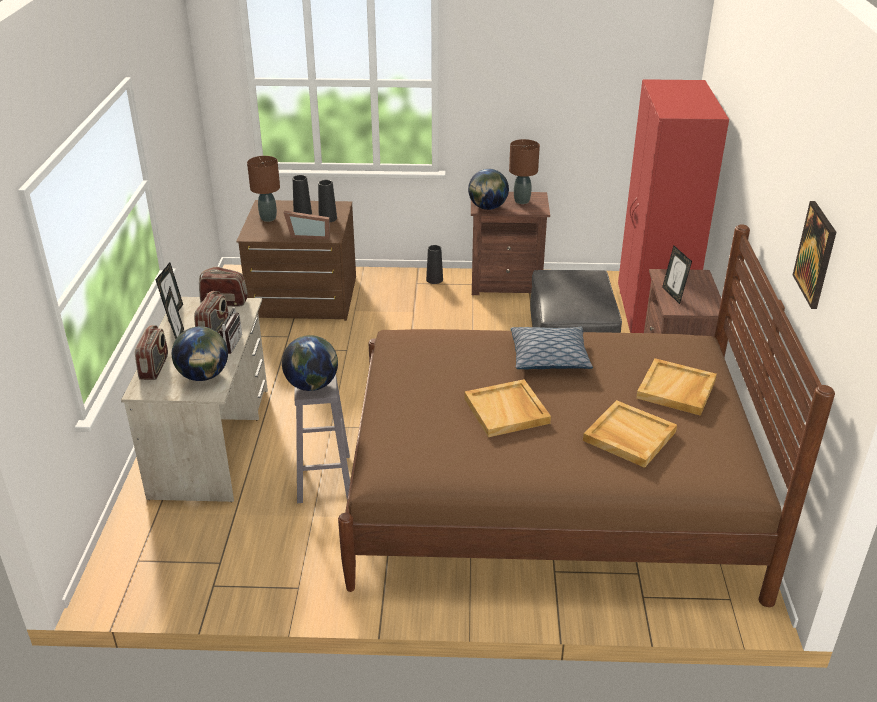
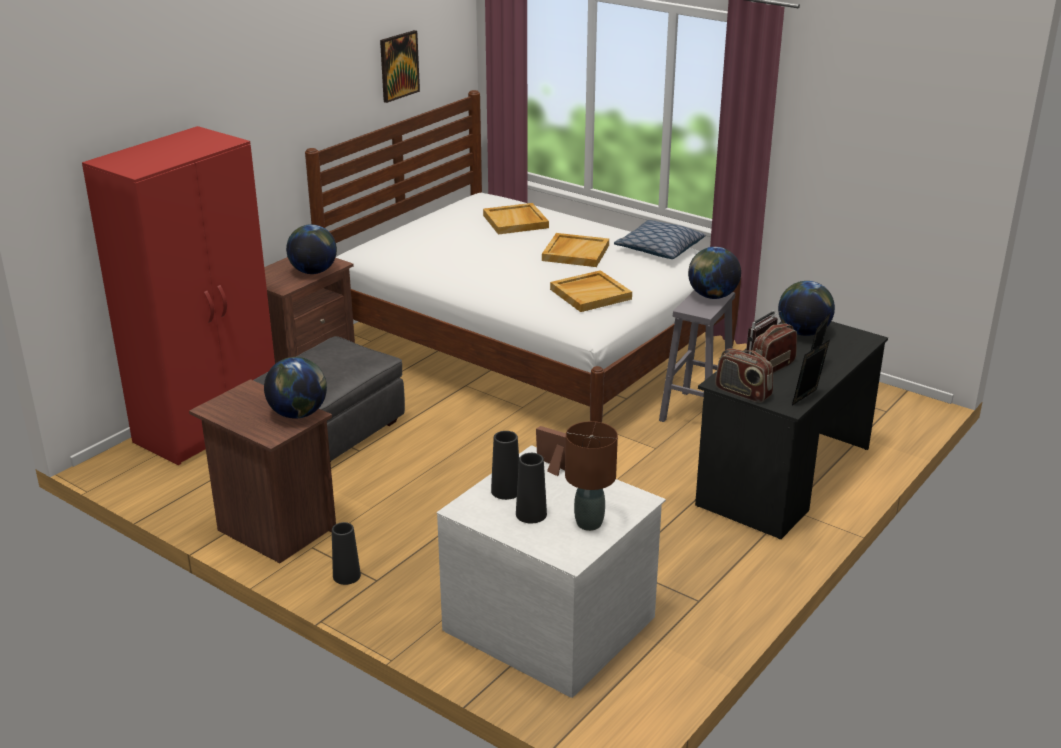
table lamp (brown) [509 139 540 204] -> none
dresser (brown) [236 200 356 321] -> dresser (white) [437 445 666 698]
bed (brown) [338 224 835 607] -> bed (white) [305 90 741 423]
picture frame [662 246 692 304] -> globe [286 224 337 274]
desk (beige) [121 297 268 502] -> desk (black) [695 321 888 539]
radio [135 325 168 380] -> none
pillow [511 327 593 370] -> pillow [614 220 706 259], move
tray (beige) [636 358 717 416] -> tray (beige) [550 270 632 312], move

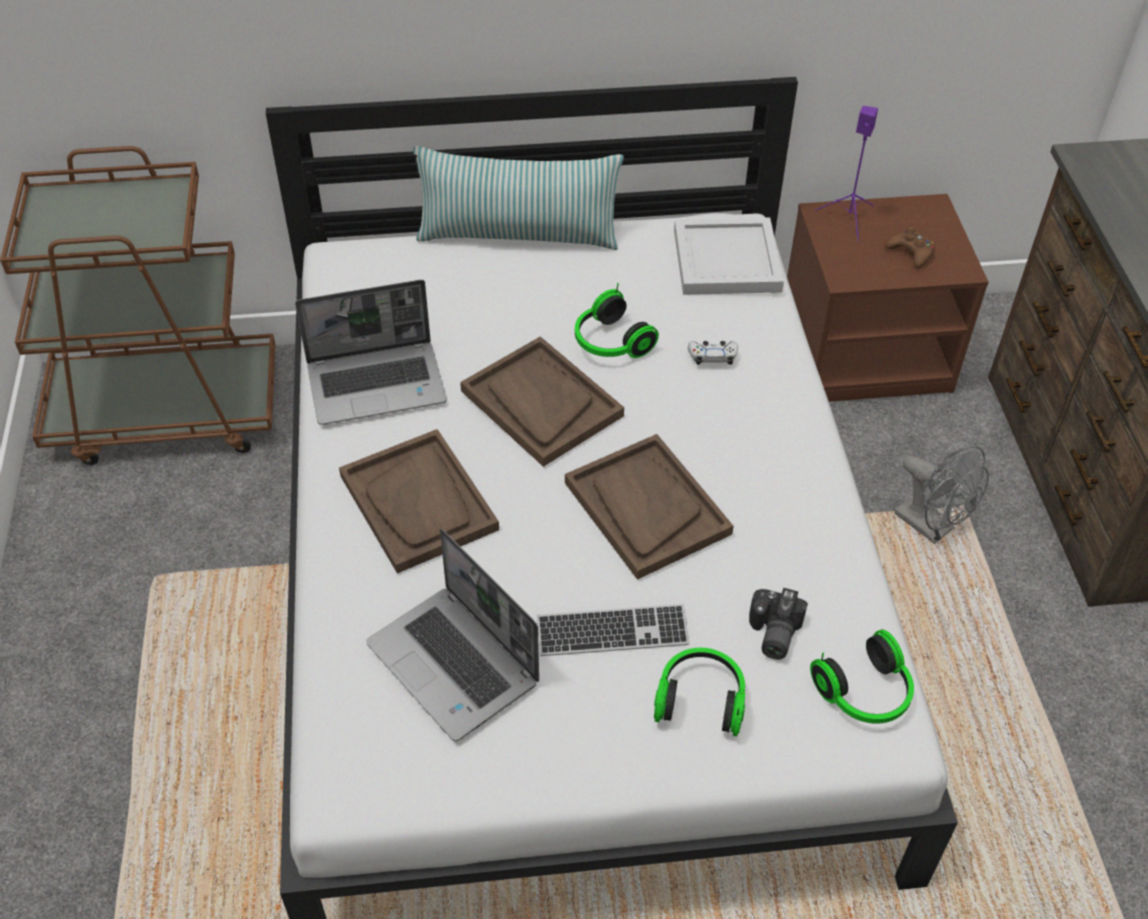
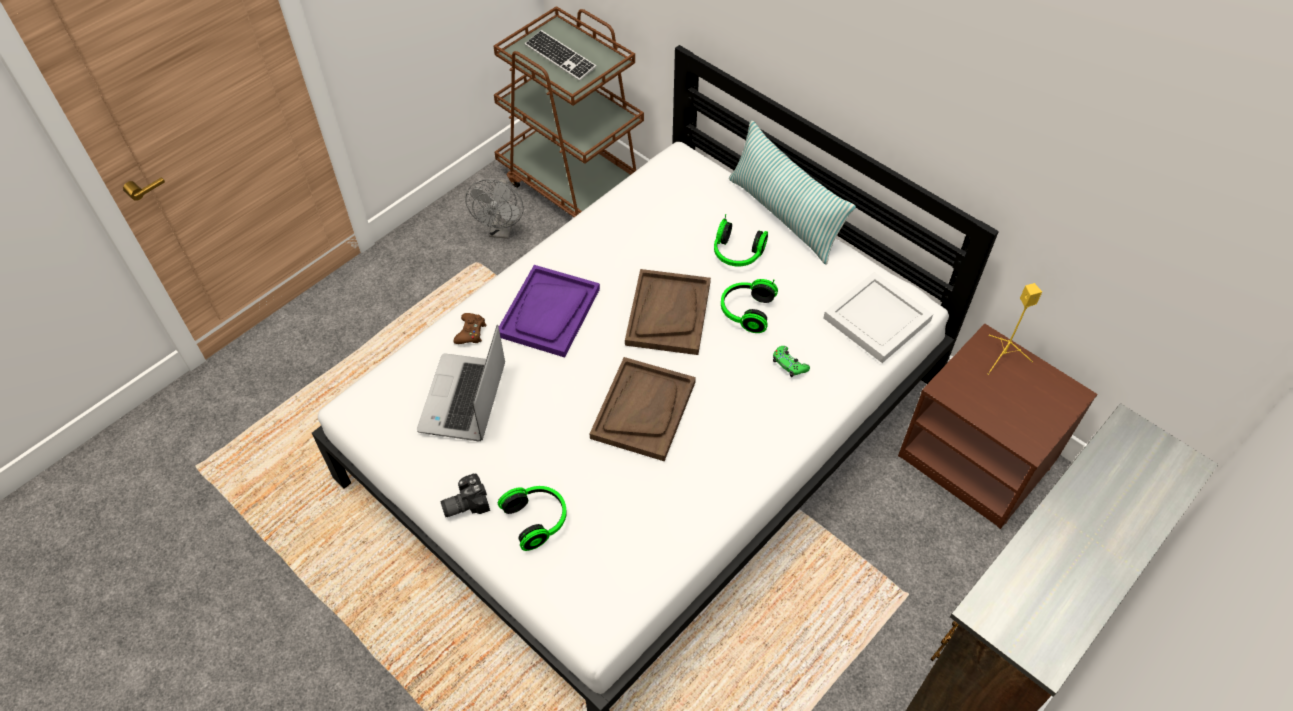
speaker (purple) [815 106 878 241] -> speaker (yellow) [988 283 1042 375]
game controller (brown) [885 227 935 268] -> game controller (brown) [453 313 486 344], move
laptop [295 280 447 425] -> none
game controller (white) [688 341 738 365] -> game controller (green) [773 346 810 377]
tray (brown) [339 429 499 574] -> tray (purple) [499 265 600 358]
fan (grey) [894 446 989 544] -> fan (grey) [465 179 524 239], move
photo camera [749 588 808 660] -> photo camera [440 474 490 517], move
keyboard [537 604 689 656] -> keyboard [525 30 596 81], move
headphones [810 629 914 724] -> headphones [714 214 768 266], move

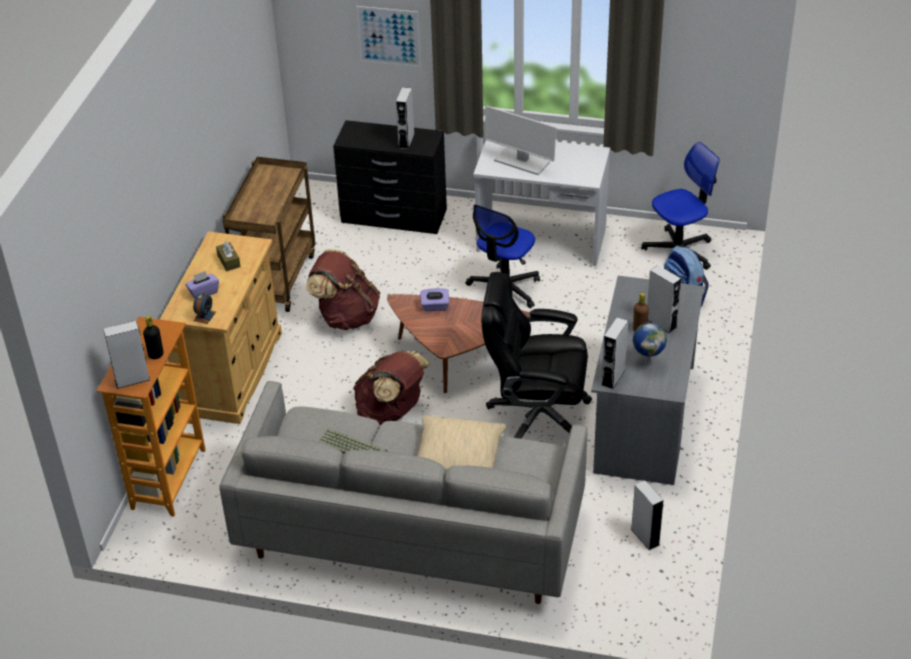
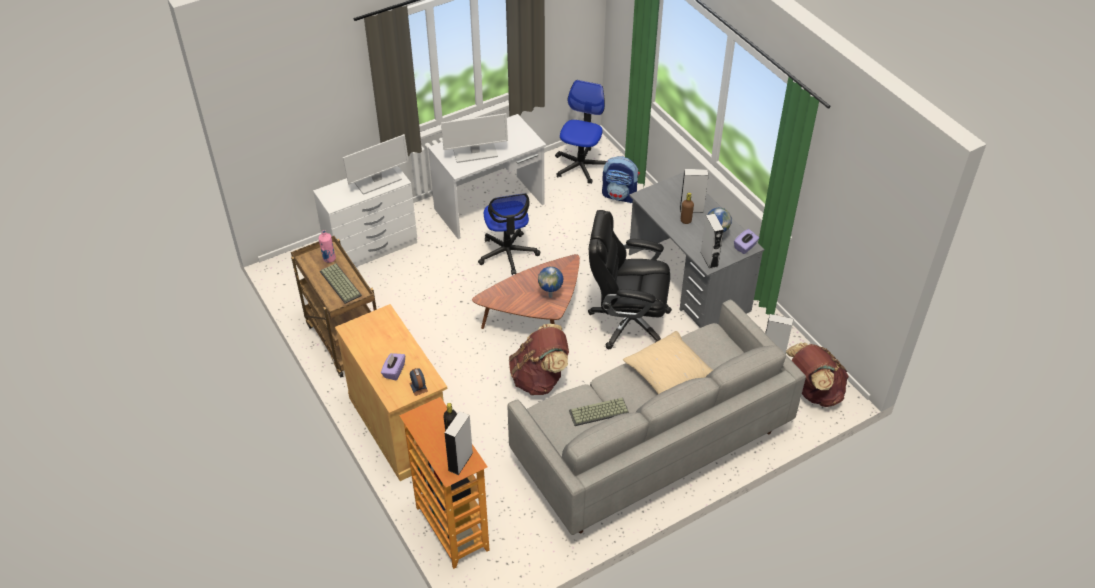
picture [356 6 421 67] -> none
speaker (grey) [396 87 415 149] -> monitor [343 134 409 195]
dresser (black) [333 120 447 234] -> dresser (white) [313 166 417 267]
tissue box (brown) [216 241 241 271] -> none
backpack (brown) [306 249 380 330] -> backpack (brown) [786 342 849 407], move
office chair (black) [481 272 592 439] -> office chair (black) [588 210 672 349], 45 degrees clockwise
tissue box (purple) [420 288 449 311] -> tissue box (purple) [734 229 759 254], move
none -> bottle (pink) [318 230 336 263]
none -> keyboard [320 264 362 304]
none -> globe [538 266 563 298]

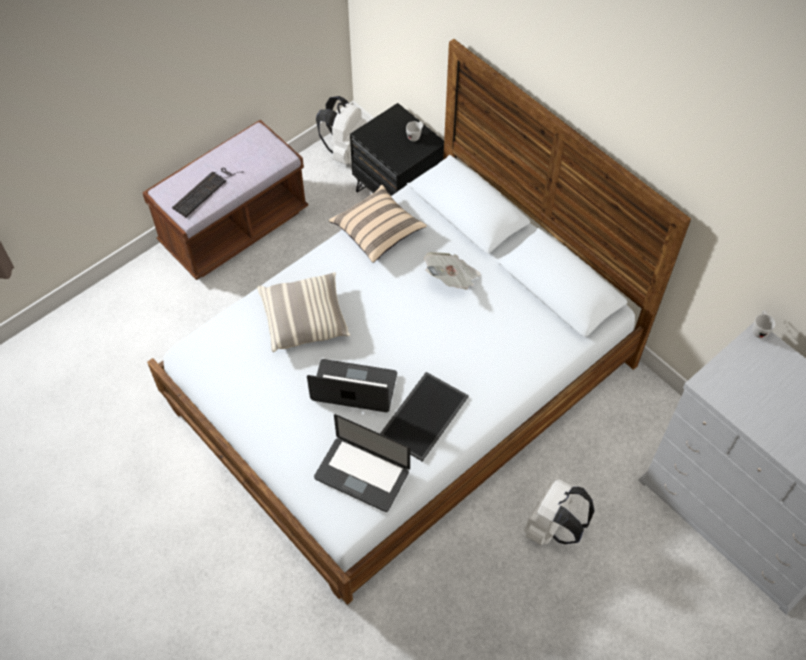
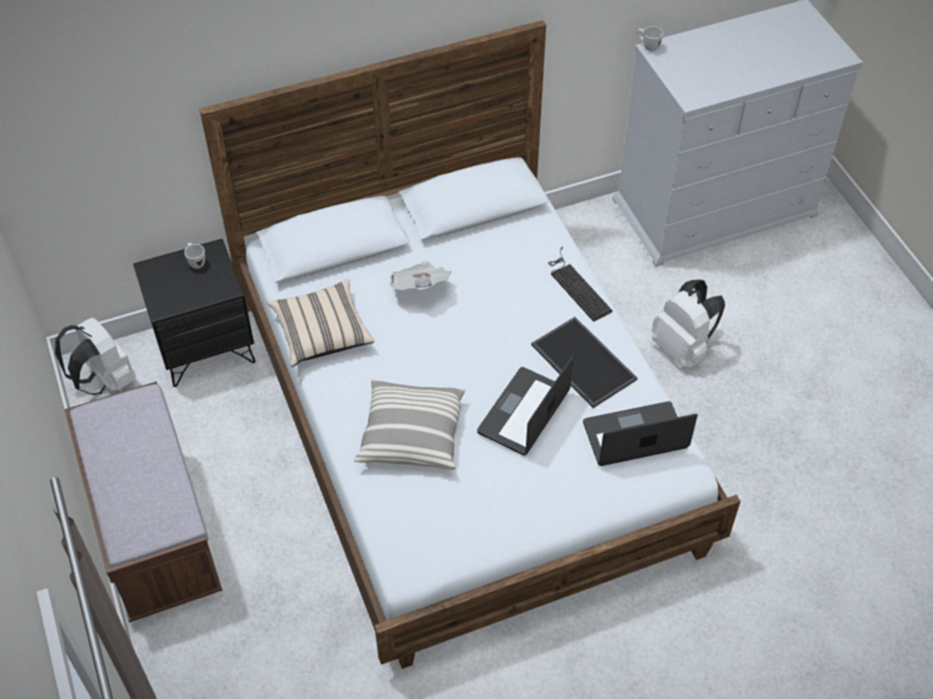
keyboard [172 170 243 217] -> keyboard [548 247 613 322], move
laptop [314 414 410 512] -> laptop [583 401 698 466], 150 degrees counterclockwise

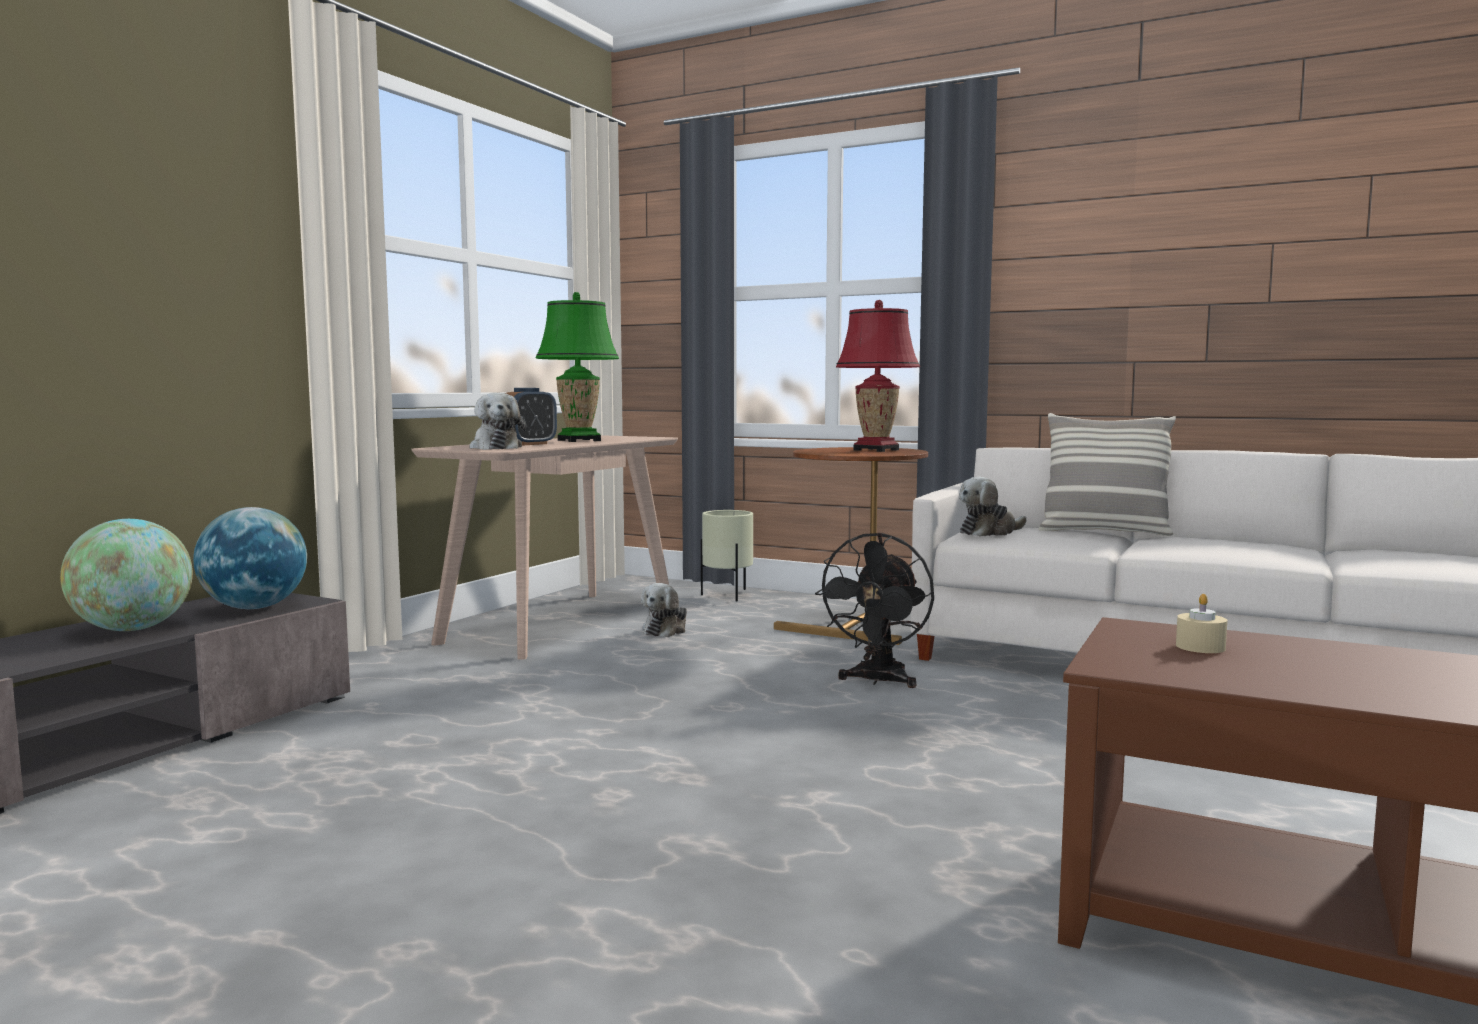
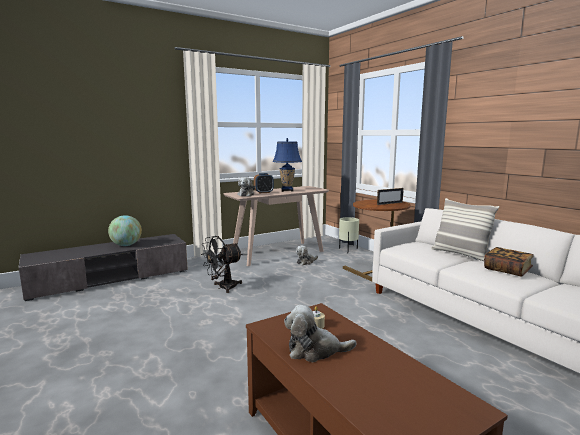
table lamp (green) [536 292 619 442] -> table lamp (blue) [273 138 302 192]
table lamp (red) [836 300 920 452] -> picture frame [377 188 404 205]
plush toy [959 477 1026 537] -> plush toy [284 305 357 362], move
globe [193 507 307 609] -> none
fan (black) [815 532 934 688] -> fan (black) [201 236 242 293], move
none -> book [484 247 534 277]

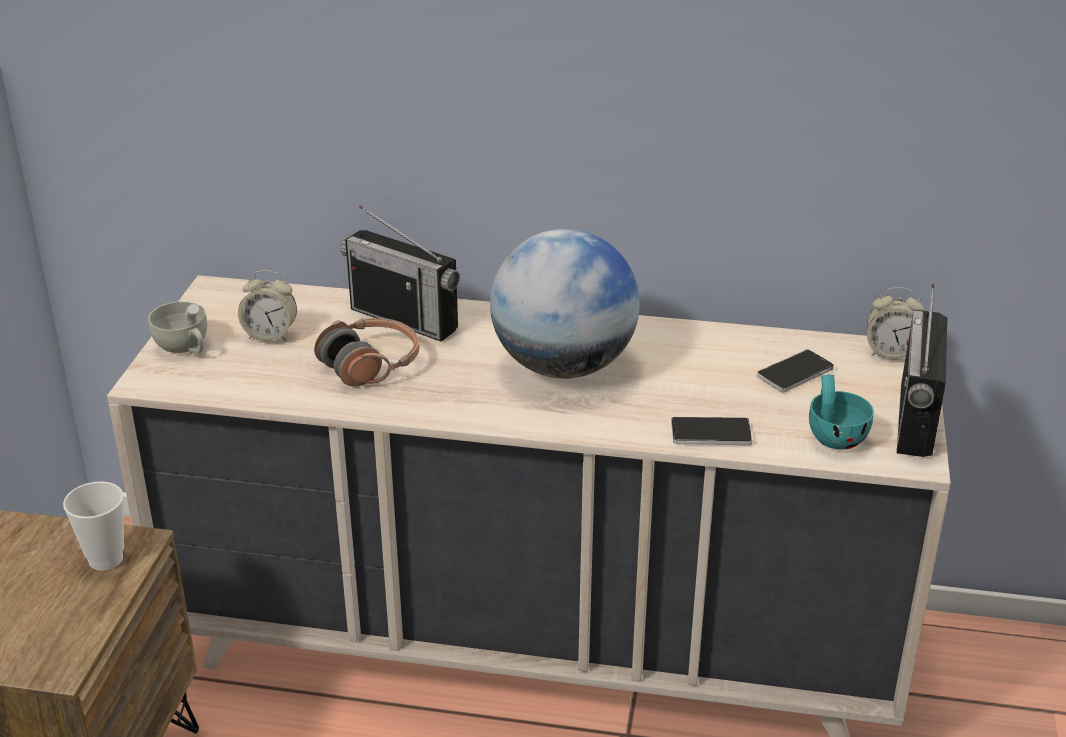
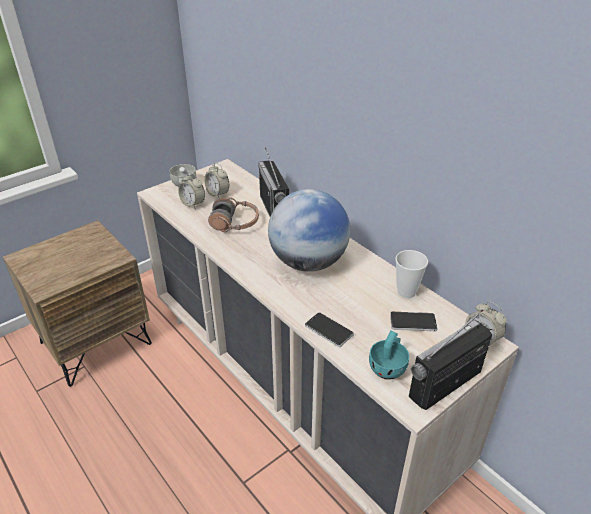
cup [63 481 124 571] -> cup [395 250 428 298], move
none -> alarm clock [178 172 205 209]

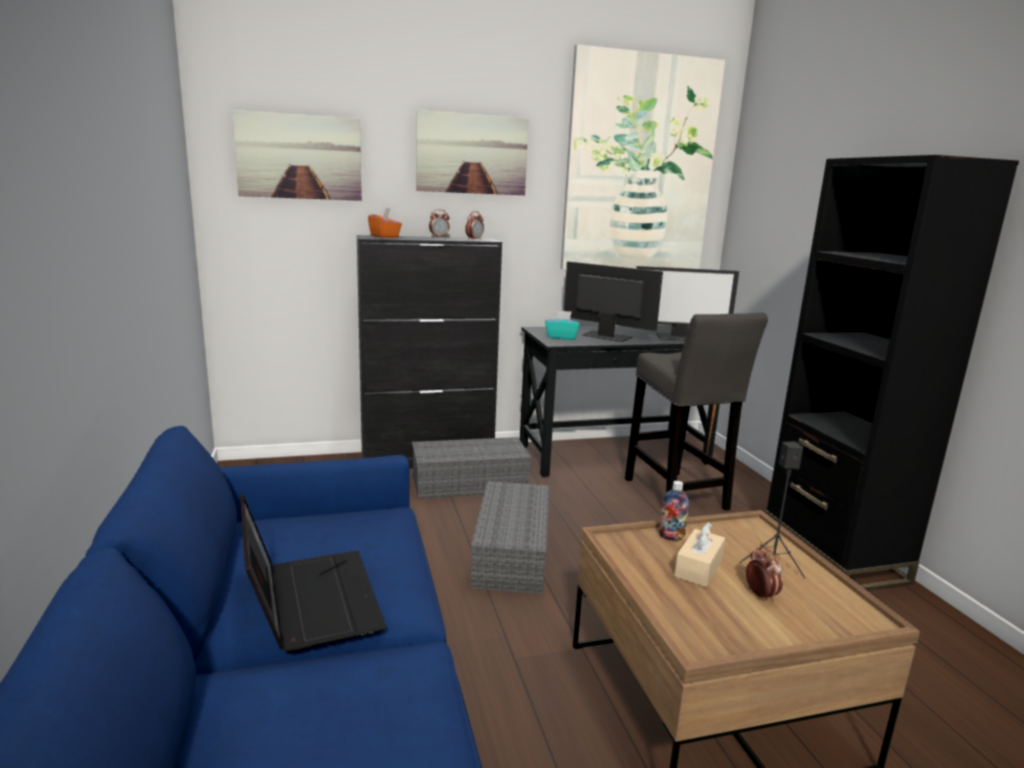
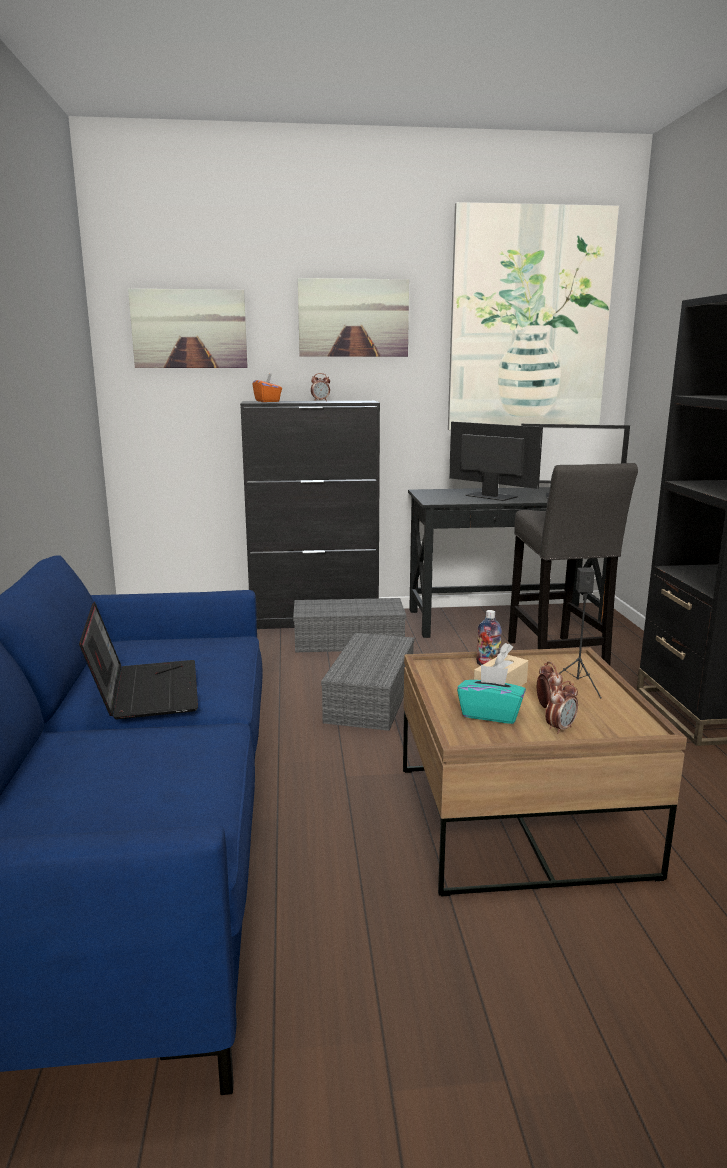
alarm clock [465 211 484 240] -> alarm clock [545 681 578 734], move
tissue box (turquoise) [545 310 580 340] -> tissue box (turquoise) [457 665 526 724], move

